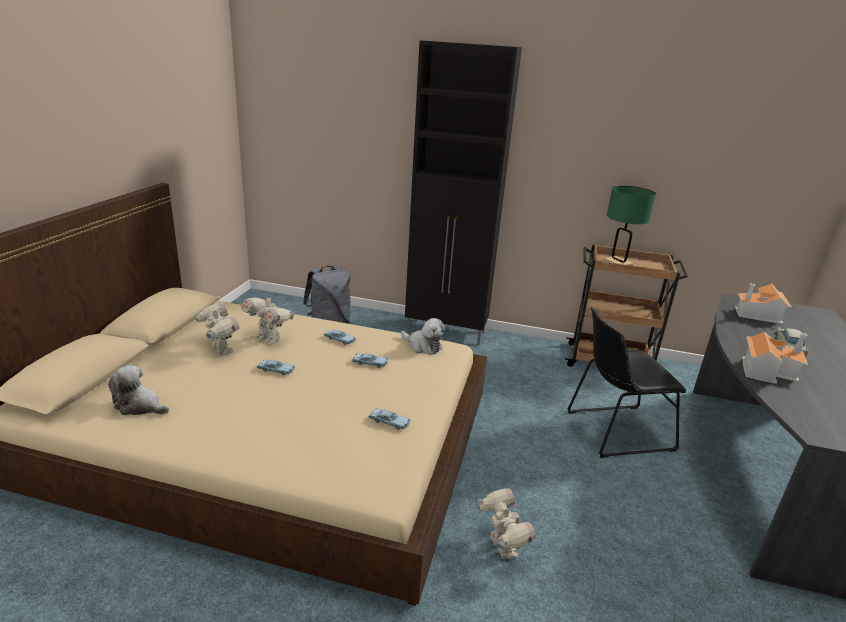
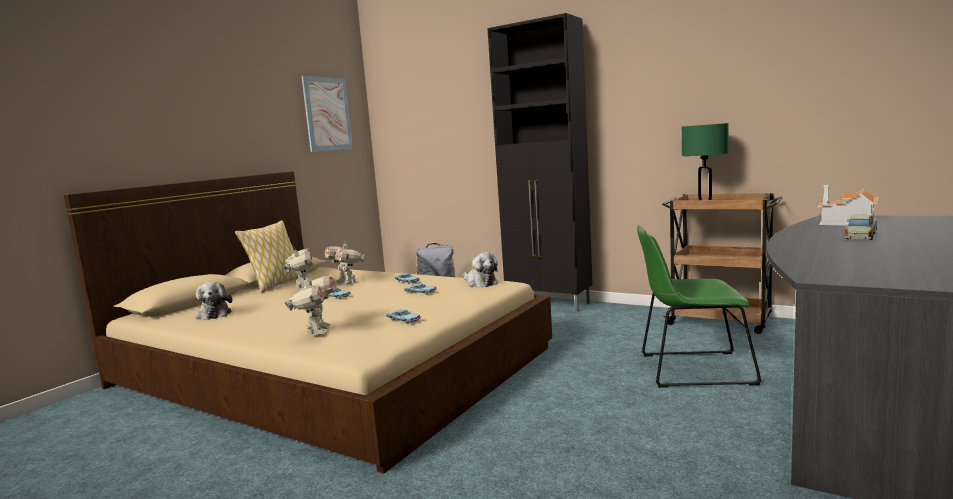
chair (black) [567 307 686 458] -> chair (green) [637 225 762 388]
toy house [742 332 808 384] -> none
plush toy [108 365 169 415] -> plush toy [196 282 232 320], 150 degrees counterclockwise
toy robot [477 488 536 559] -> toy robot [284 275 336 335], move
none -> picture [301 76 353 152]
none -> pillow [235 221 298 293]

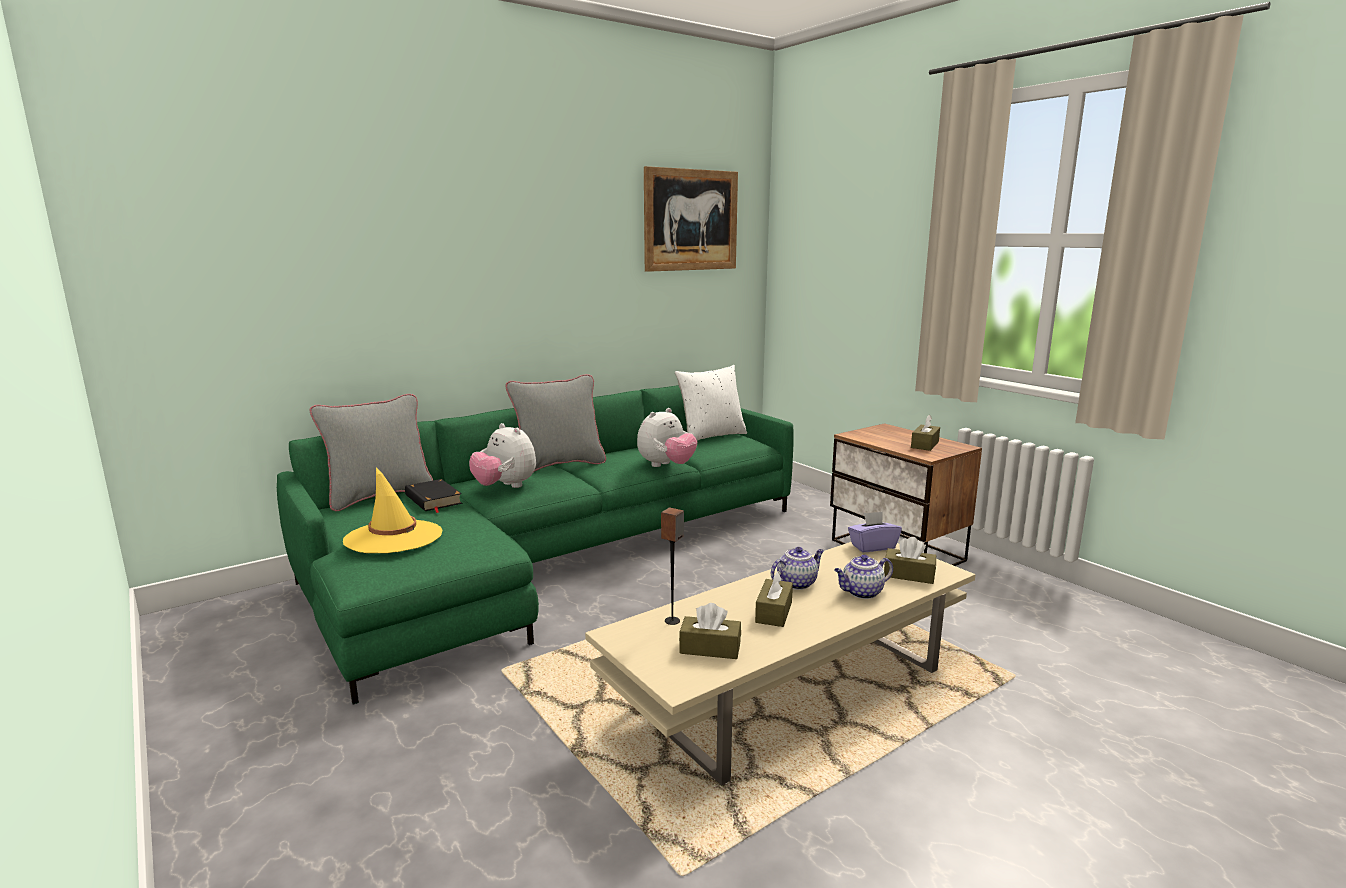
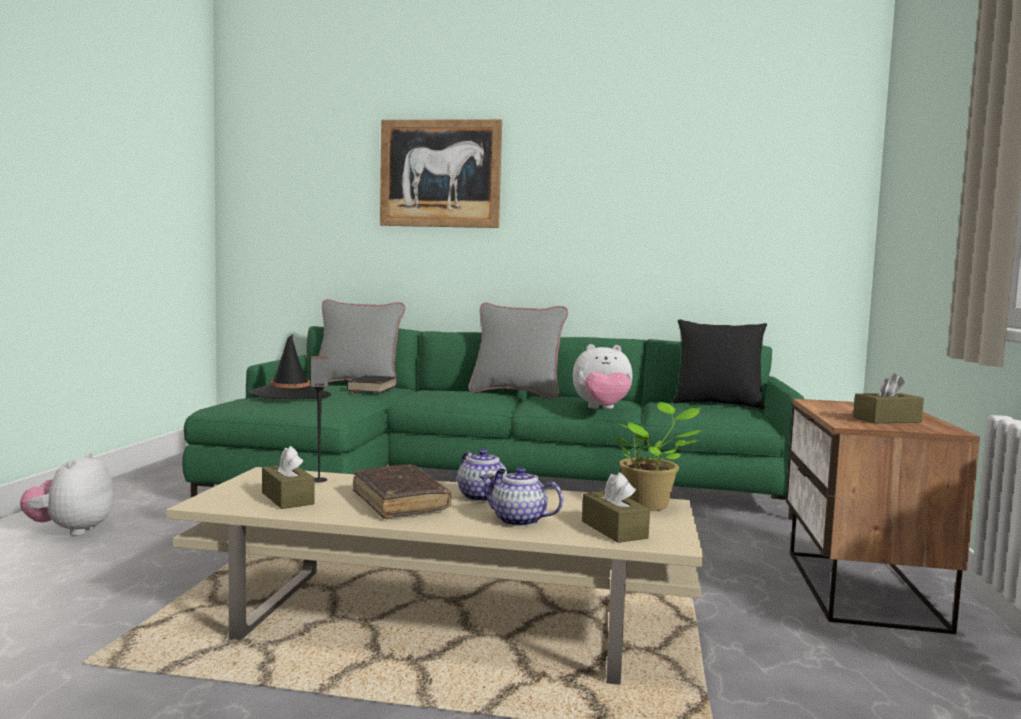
picture [644 166 738 272] -> picture [380 119 502 228], move
pillow (white) [675 365 747 441] -> pillow (black) [673 319 767 409]
plush toy [469 423 536 488] -> plush toy [20 452 114 536], move
hat (yellow) [343 468 443 553] -> hat (black) [248 334 332 399]
tissue box (purple) [848 512 902 552] -> potted plant [615 402 701 511]
teapot [771 547 824 590] -> teapot [457 449 507 502], 45 degrees clockwise
tissue box (brown) [755 571 793 627] -> book (brown) [353 464 452 519]

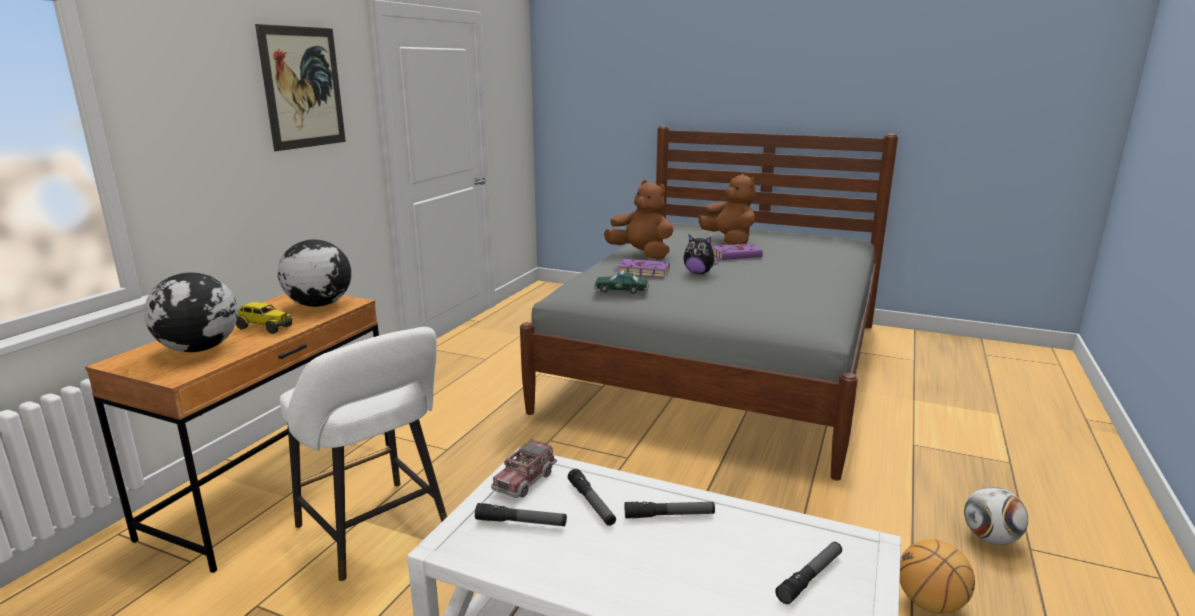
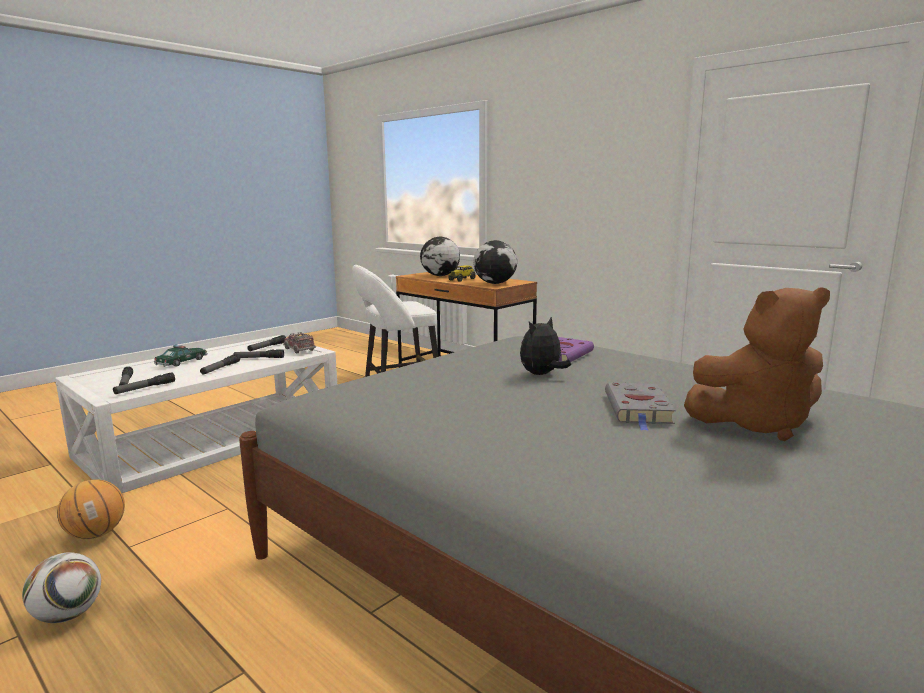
picture [255 24 346 151] -> none
plush toy (brown) [604 180 673 259] -> none
book (purple) [712 244 765 260] -> book (grey) [605 382 676 431]
toy car [594 270 649 294] -> toy car [154 345 207 367], move
none -> flashlight [113 372 175 394]

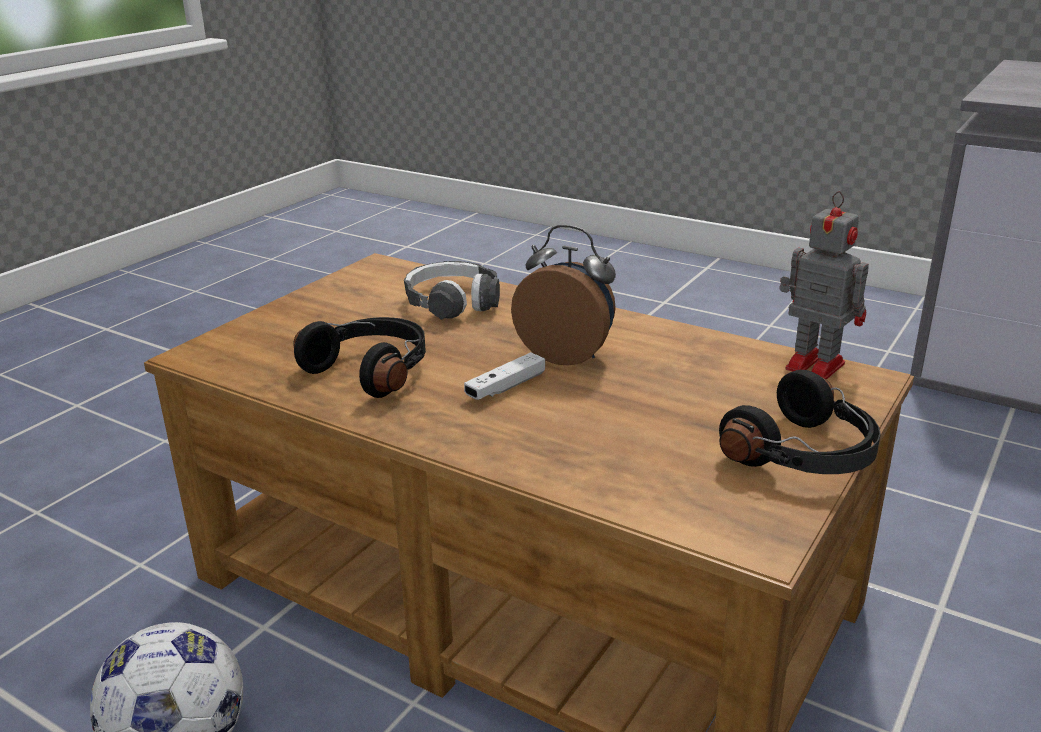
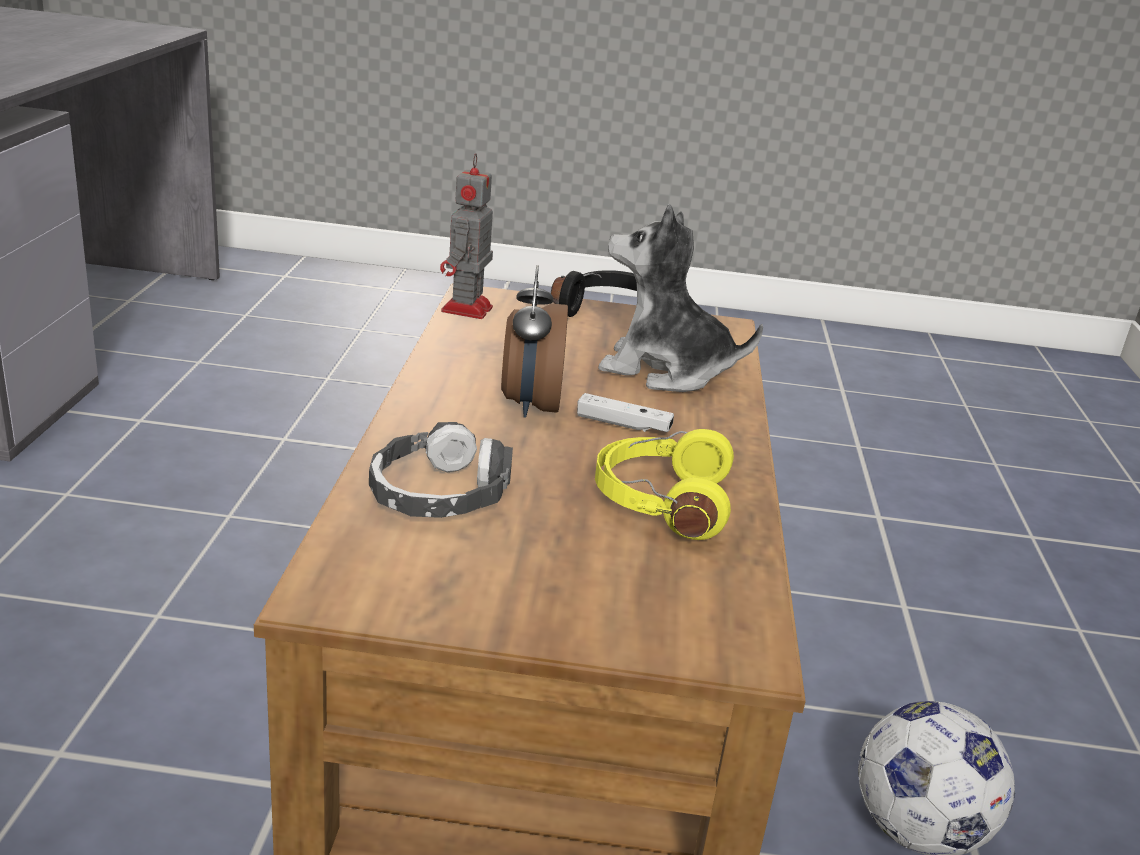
headphones (black) [293 317 426 398] -> headphones (yellow) [595 429 734 540]
none -> plush toy [598 204 763 392]

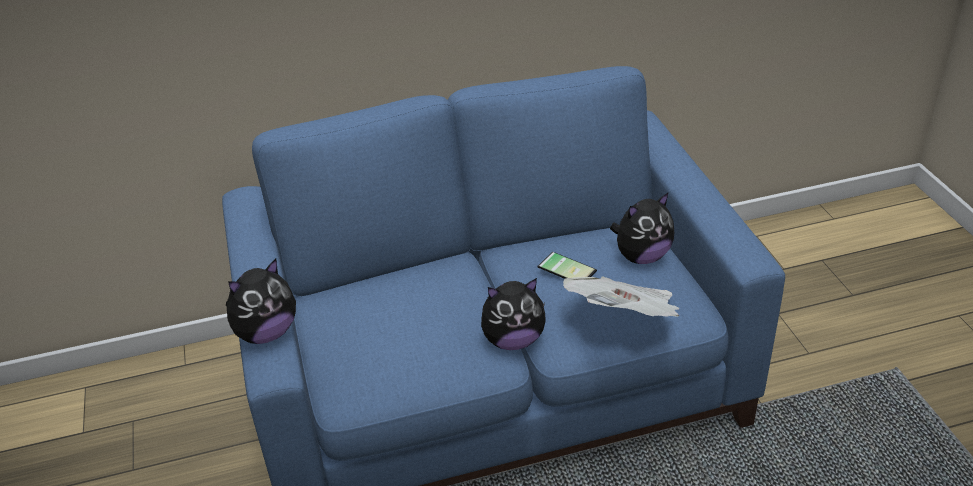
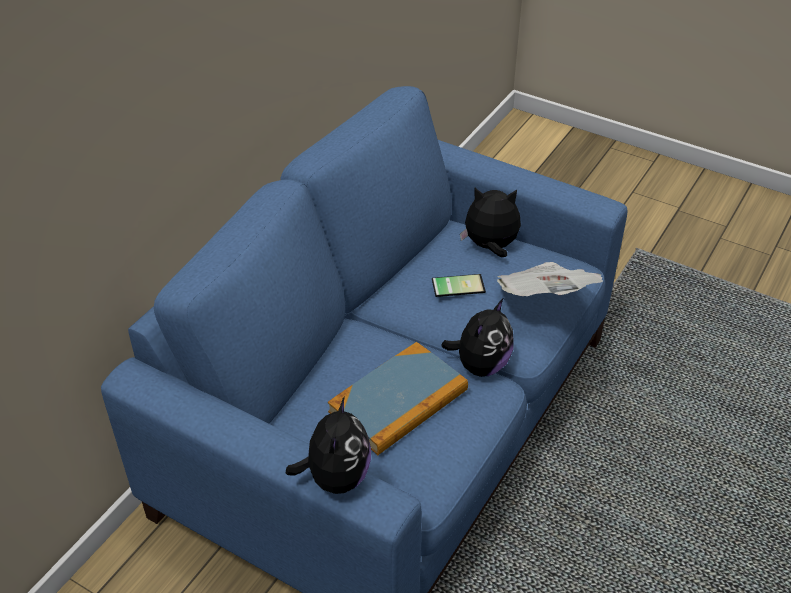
plush toy [610 192 674 264] -> plush toy [460 188 521 257], 105 degrees counterclockwise
none -> book [328 342 468 455]

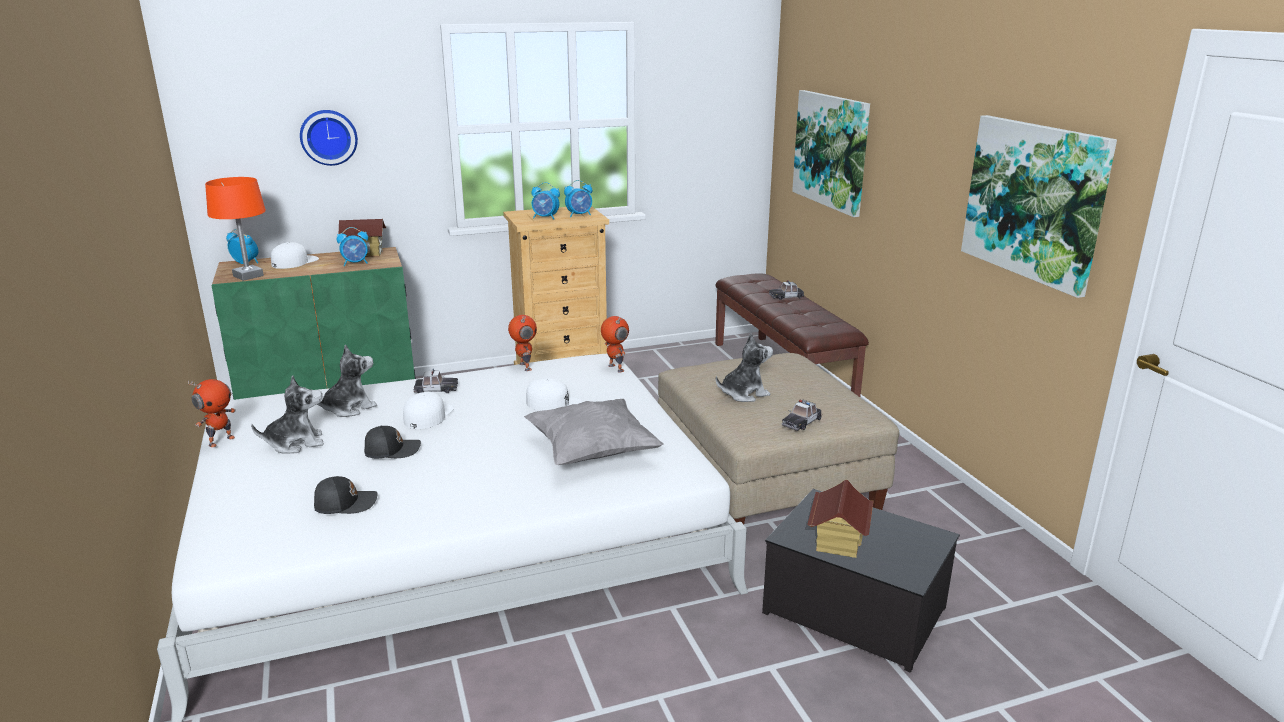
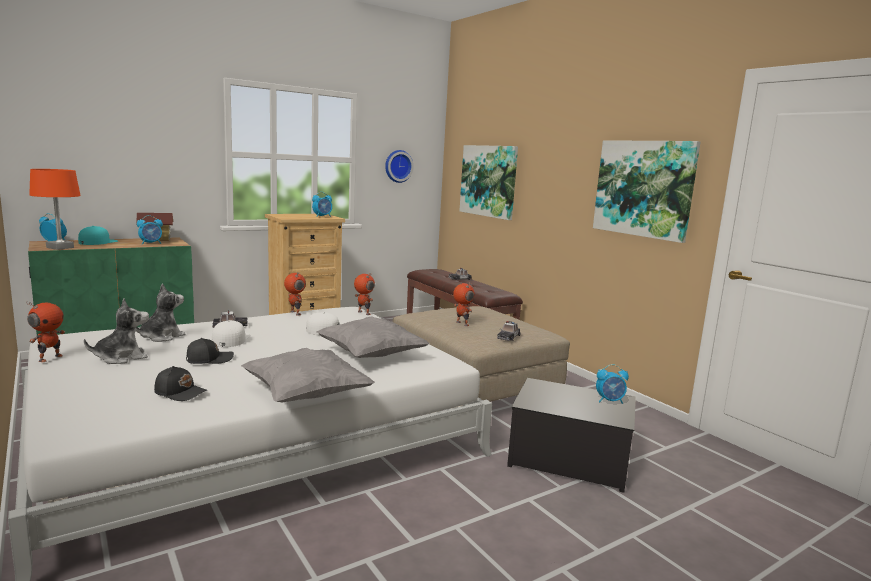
wall clock [300 110 358 166] -> wall clock [385 150 414 183], move
alarm clock [531 182 560 220] -> alarm clock [596 364 629 404], move
cap (white) [271 242 319 269] -> cap (turquoise) [78 226 118 245]
plush toy [716 333 773 402] -> toy robot [453 283 475 326]
cap (black) [314 476 378 514] -> cap (black) [154 366 207 401], 45 degrees clockwise
toy house [807 480 874 558] -> none
none -> pillow (grey) [241 348 375 402]

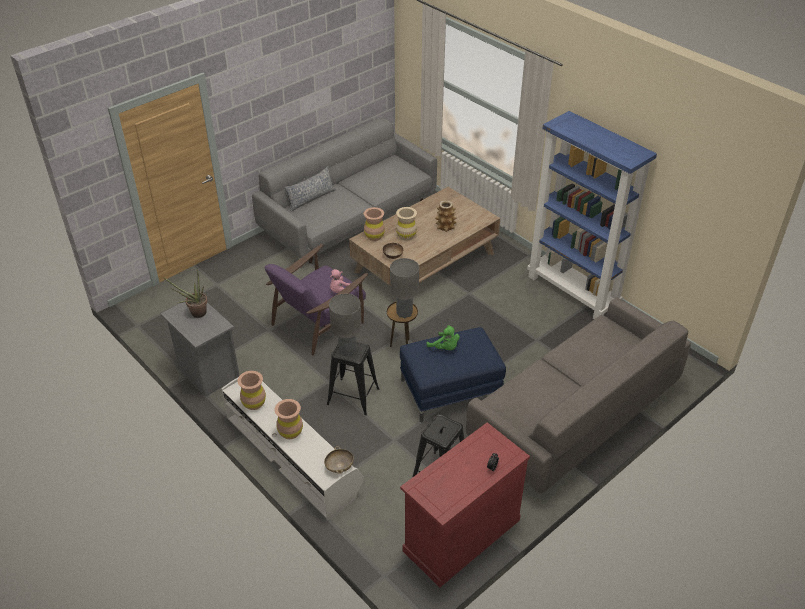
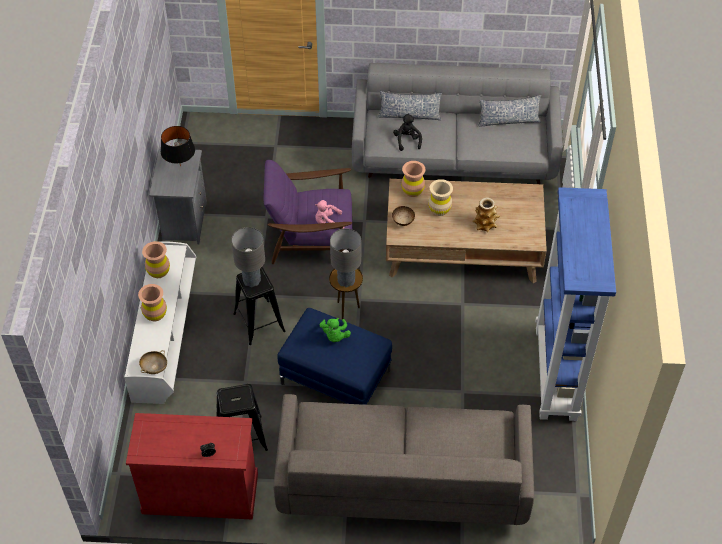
potted plant [164 269 207 318] -> table lamp (black) [161 126 195 167]
none -> pillow [478 95 541 127]
none -> plush toy (black) [393 114 422 151]

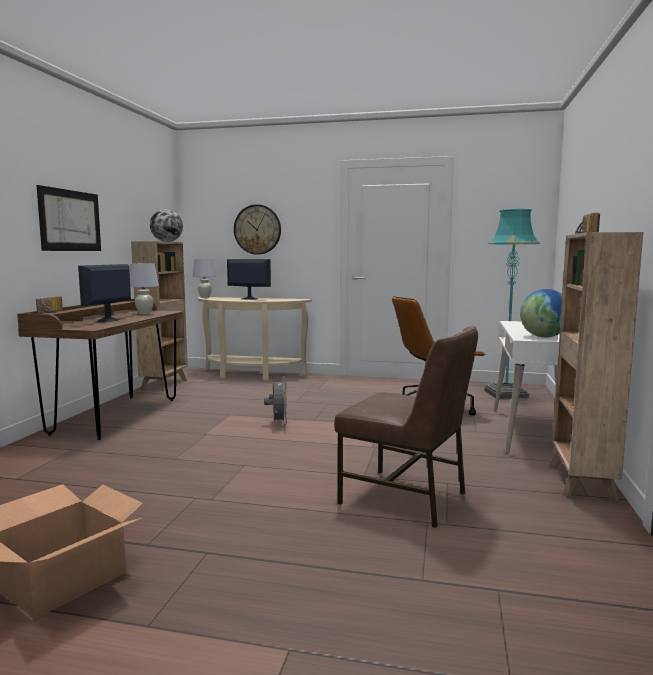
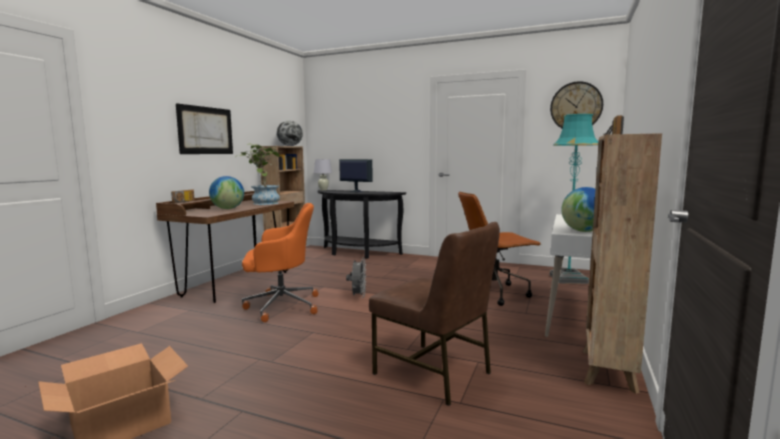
wall clock [234 204 281 255] -> wall clock [550 81 603 128], move
table lamp (white) [129 263 159 314] -> potted plant [237 144 281 205]
monitor [78 264 131 322] -> globe [209 176 244 209]
console table (beige) [198 297 312 381] -> console table (black) [318 190 406 258]
none -> office chair (orange) [242 203 319 322]

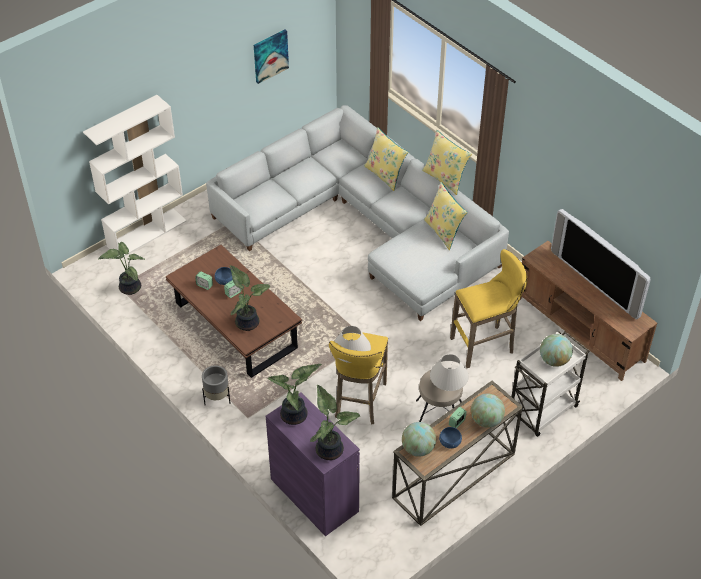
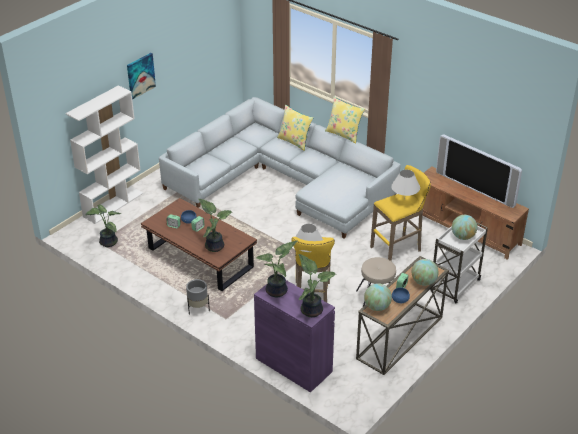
picture [254 29 289 84] -> picture [127 53 156 99], move
pillow (yellow) [424 182 468 250] -> none
table lamp (white) [430 354 469 391] -> table lamp (white) [391 170 420 200], move

